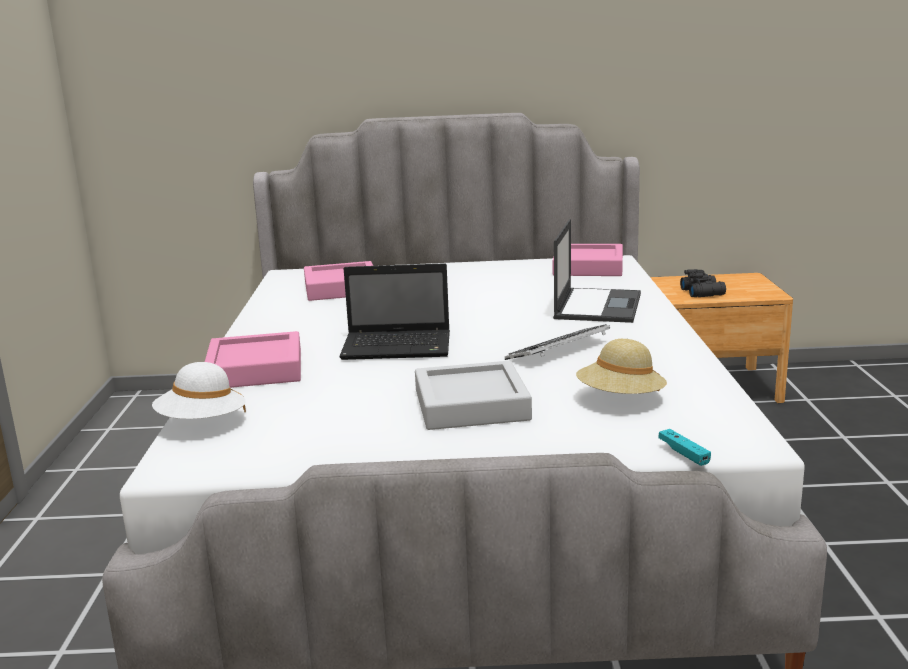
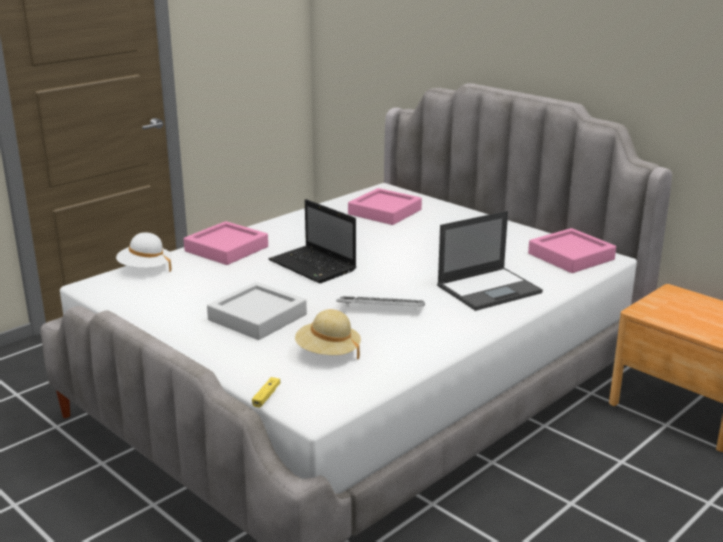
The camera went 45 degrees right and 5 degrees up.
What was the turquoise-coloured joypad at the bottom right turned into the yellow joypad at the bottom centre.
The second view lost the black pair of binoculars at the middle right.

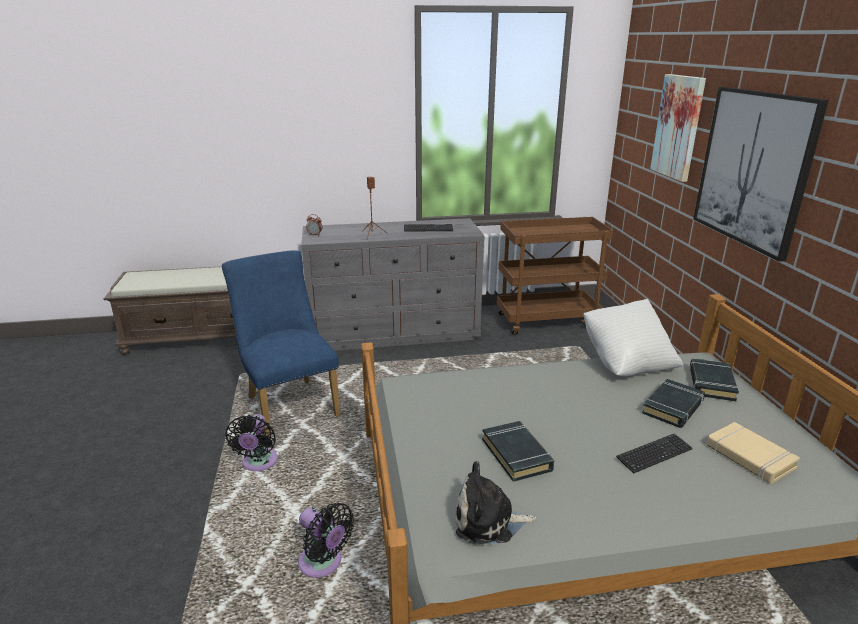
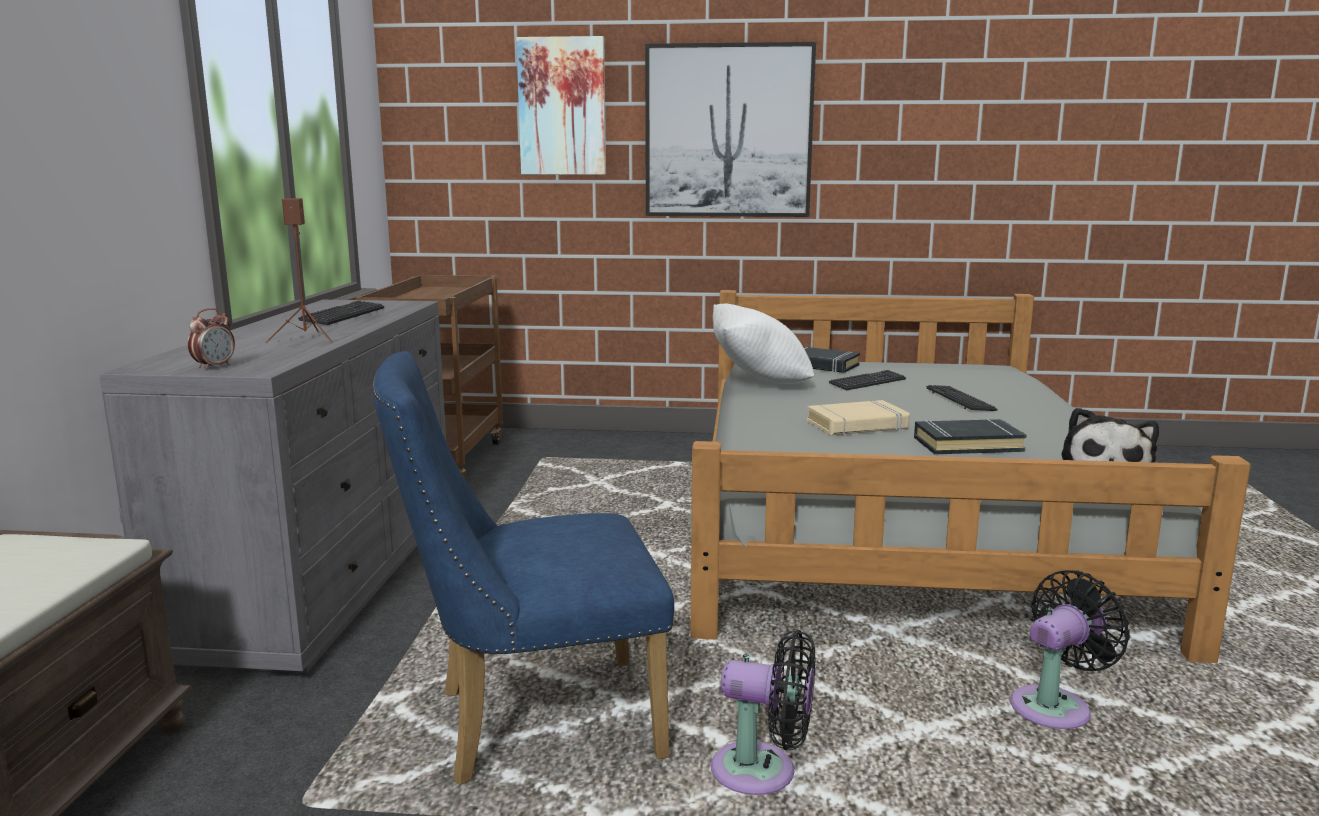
The camera went 75 degrees left and 10 degrees down.
The beige-coloured bound book ended up elsewhere, having gone from the bottom right to the centre.
Where the black bound book (no. 2 from left) stood at the middle right, the computer keyboard (no. 2 from left) came to stand at the centre.

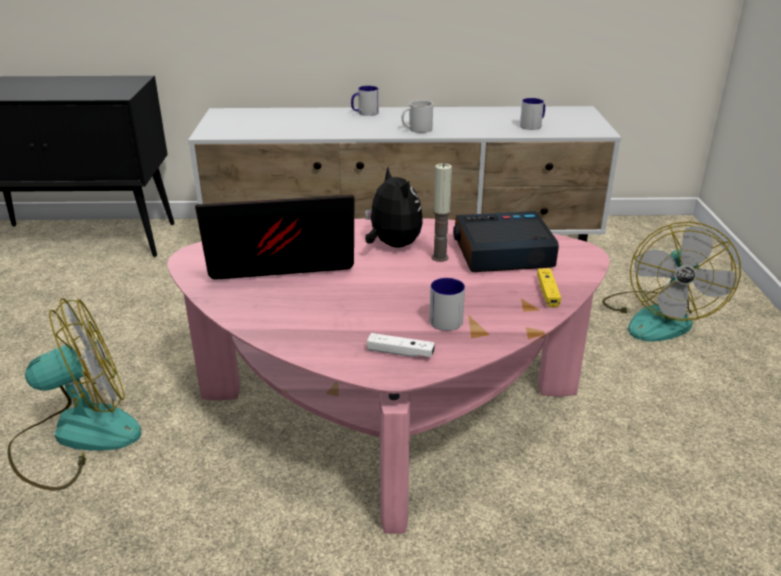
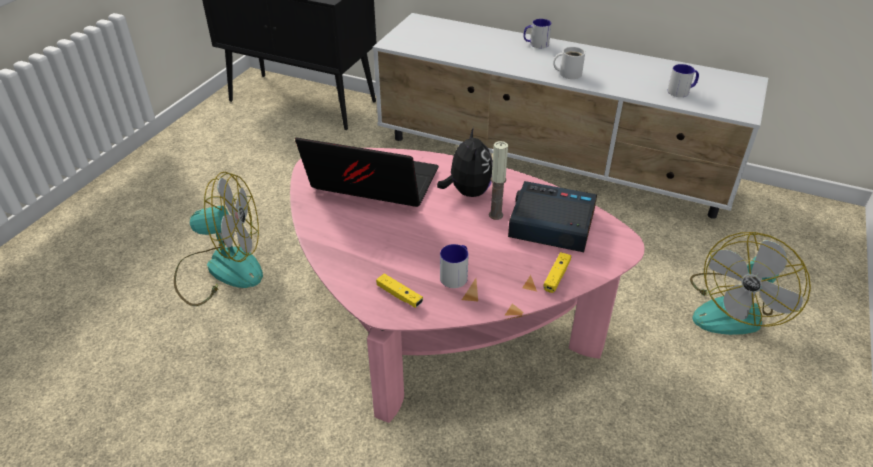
The camera went 25 degrees right and 10 degrees up.
What was the white-coloured joypad at the centre turned into the yellow joypad (no. 1 from left) at the centre.

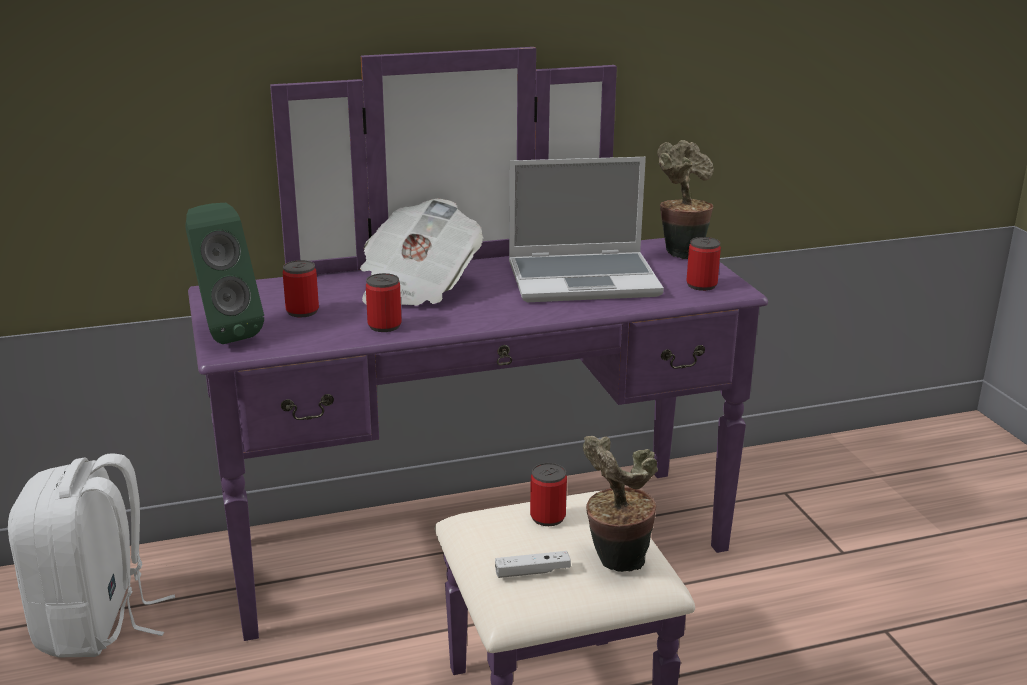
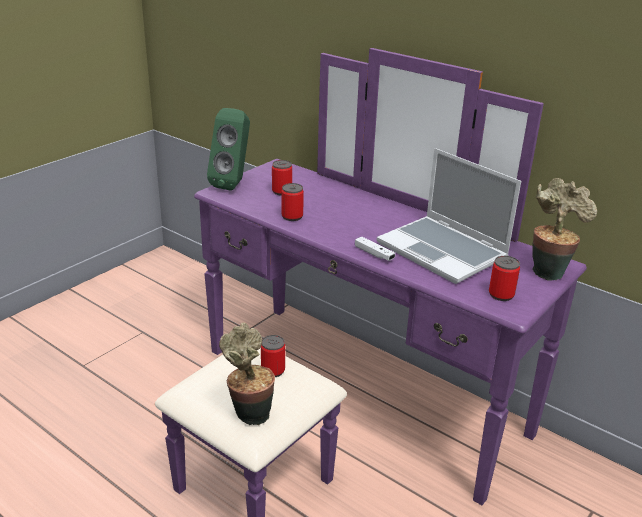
The camera went 55 degrees right and 5 degrees up.
The white-coloured joypad ended up elsewhere, having gone from the bottom centre to the centre.
The second view lost the white-coloured rucksack at the bottom left.
The second view lost the newspaper at the centre.

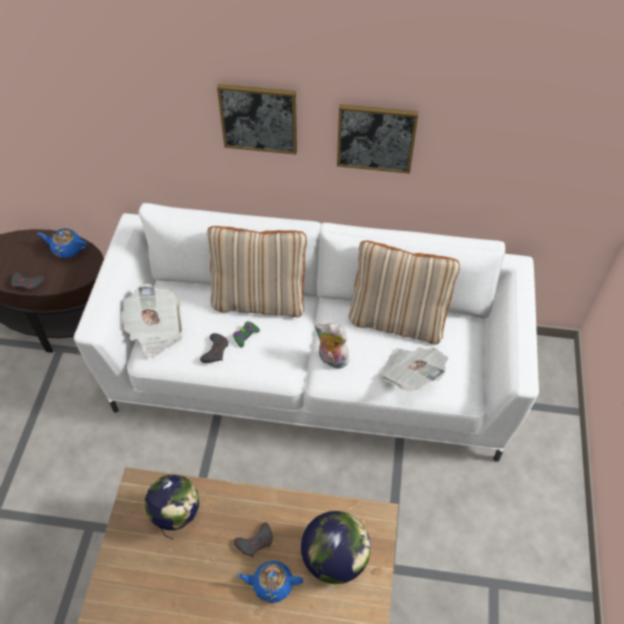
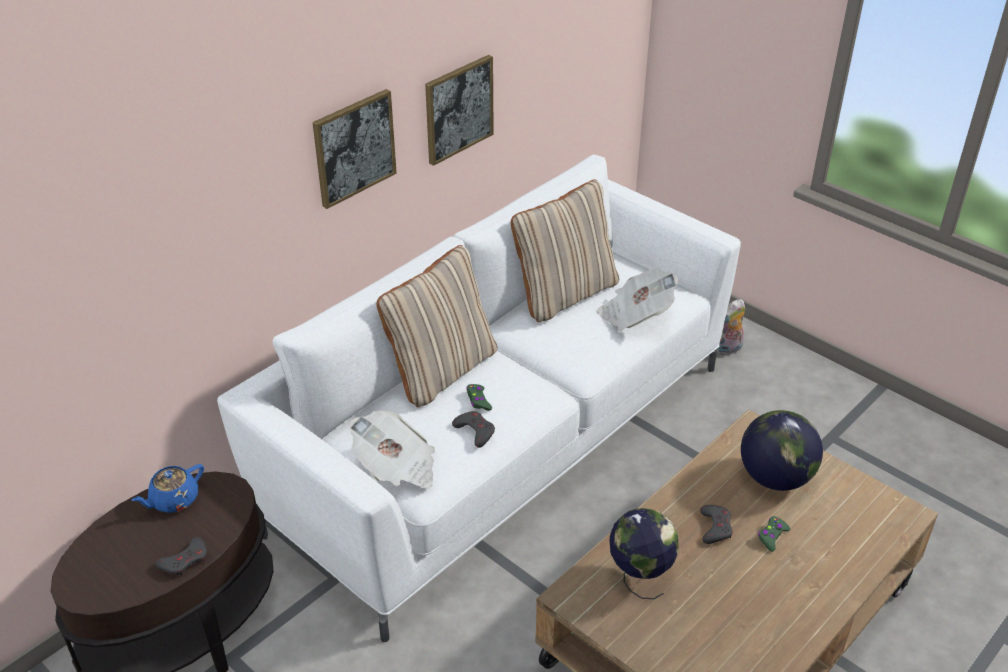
The camera went 55 degrees left and 15 degrees down.
The plush toy ended up elsewhere, having gone from the centre to the middle right.
Where the bluish tea pot (no. 2 from left) stood at the bottom centre, the greenish joypad (no. 2 from left) came to stand at the bottom right.

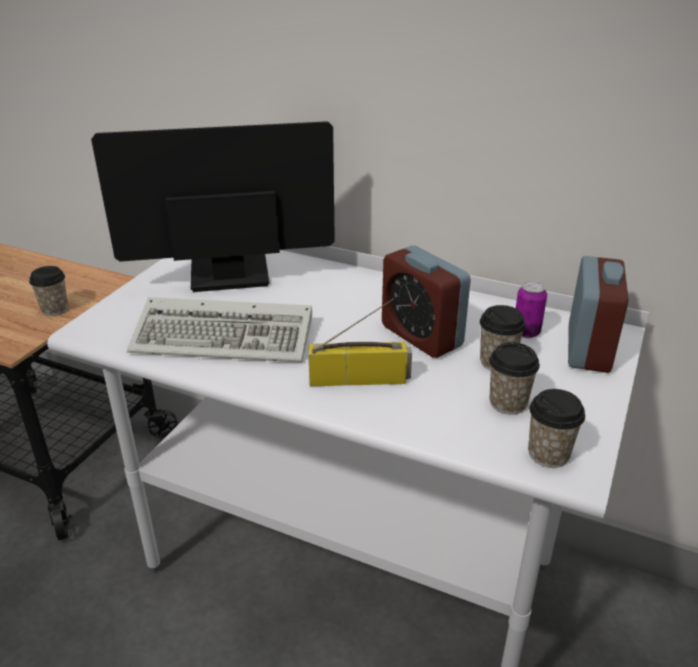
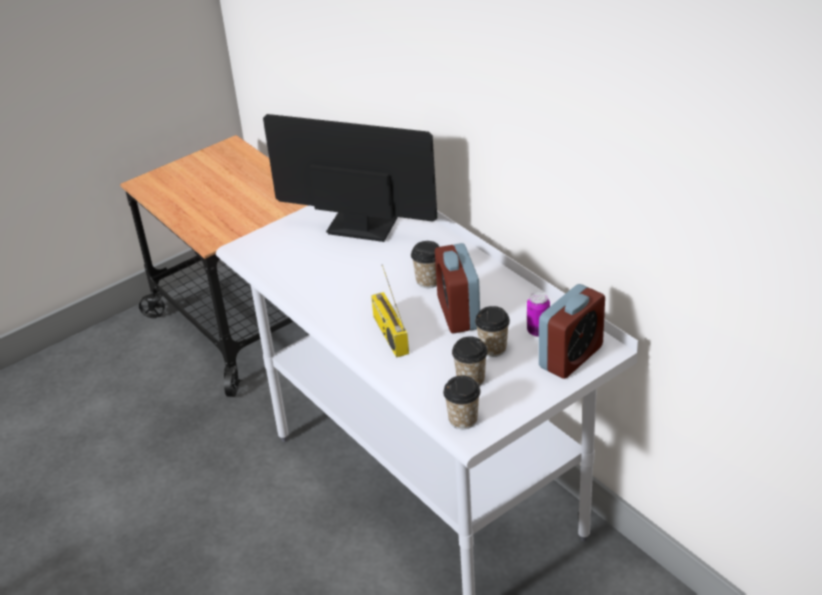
The camera went 30 degrees right and 5 degrees up.
The radio receiver at the centre ended up facing another way, 135 degrees counterclockwise from before.
The cup (no. 1 from left) ended up elsewhere, having gone from the middle left to the centre.
The second view lost the computer keyboard at the middle left.

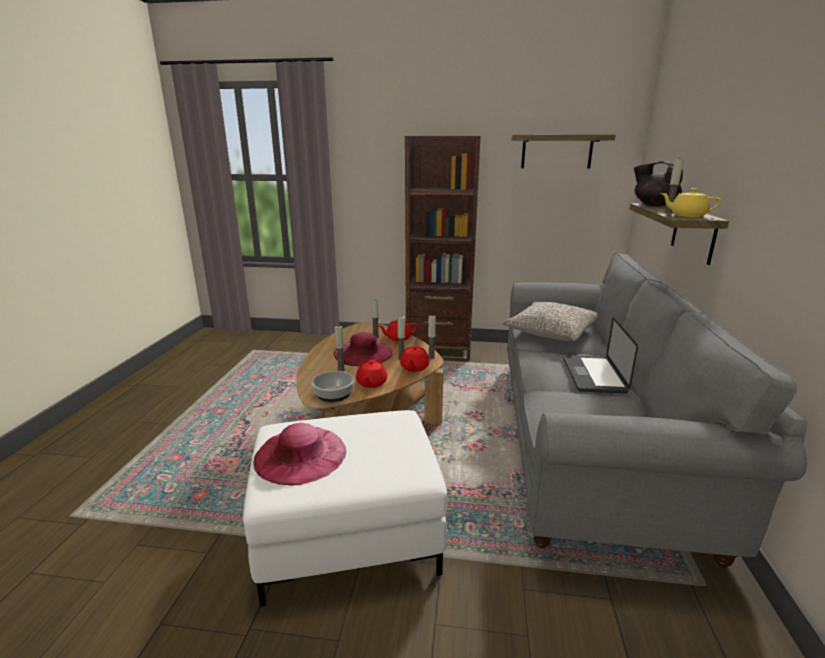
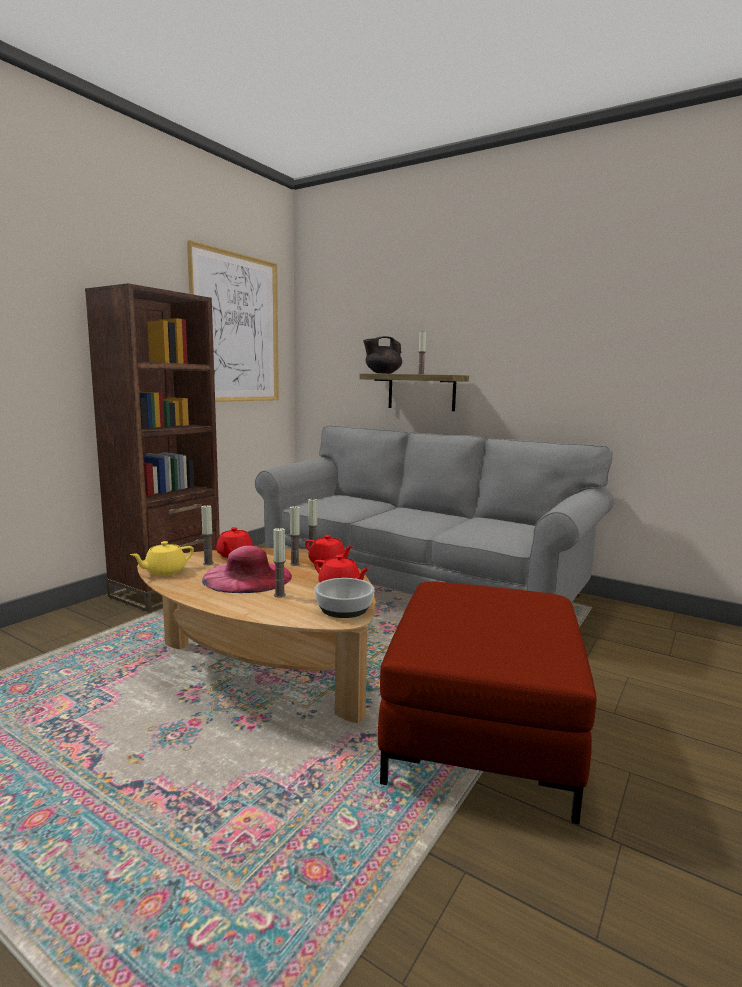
The camera went 65 degrees left and 10 degrees down.
The yellow tea pot ended up elsewhere, having gone from the top right to the middle left.
Where the wall shelf (no. 1 from left) hung at the top right, the wall picture came to hang at the top left.
What was the white-coloured ottoman at the bottom centre turned into the red-coloured ottoman at the bottom centre.
The second view lost the pink hat (no. 1 from left) at the bottom centre.
The second view lost the gray throw pillow at the middle right.
The second view lost the notebook computer at the middle right.

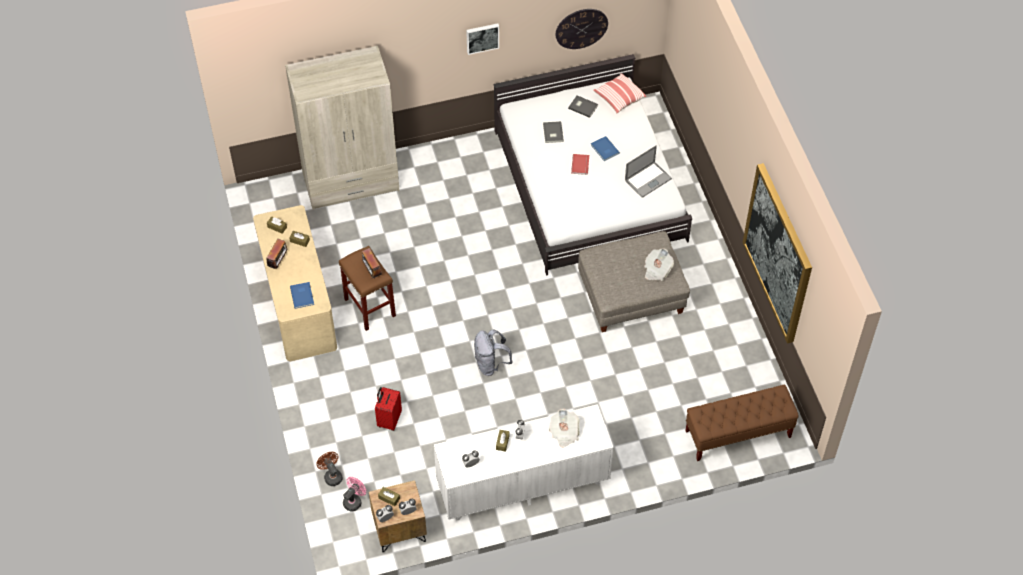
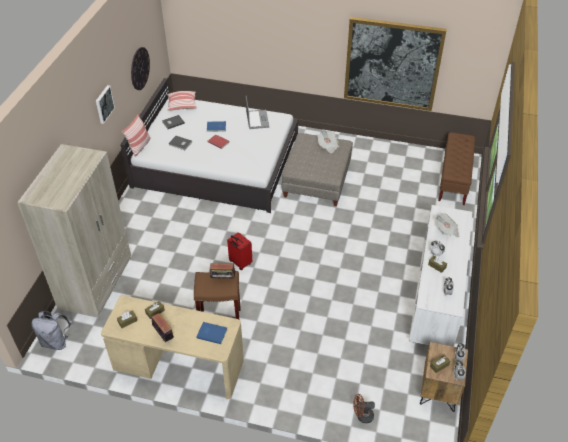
The camera went 60 degrees left and 10 degrees down.
The gray rucksack ended up elsewhere, having gone from the centre to the bottom left.
The second view gained the throw pillow (no. 1 from left) at the top left.
The red-coloured suitcase ended up elsewhere, having gone from the bottom centre to the centre.
The second view lost the pink cooling fan at the bottom centre.

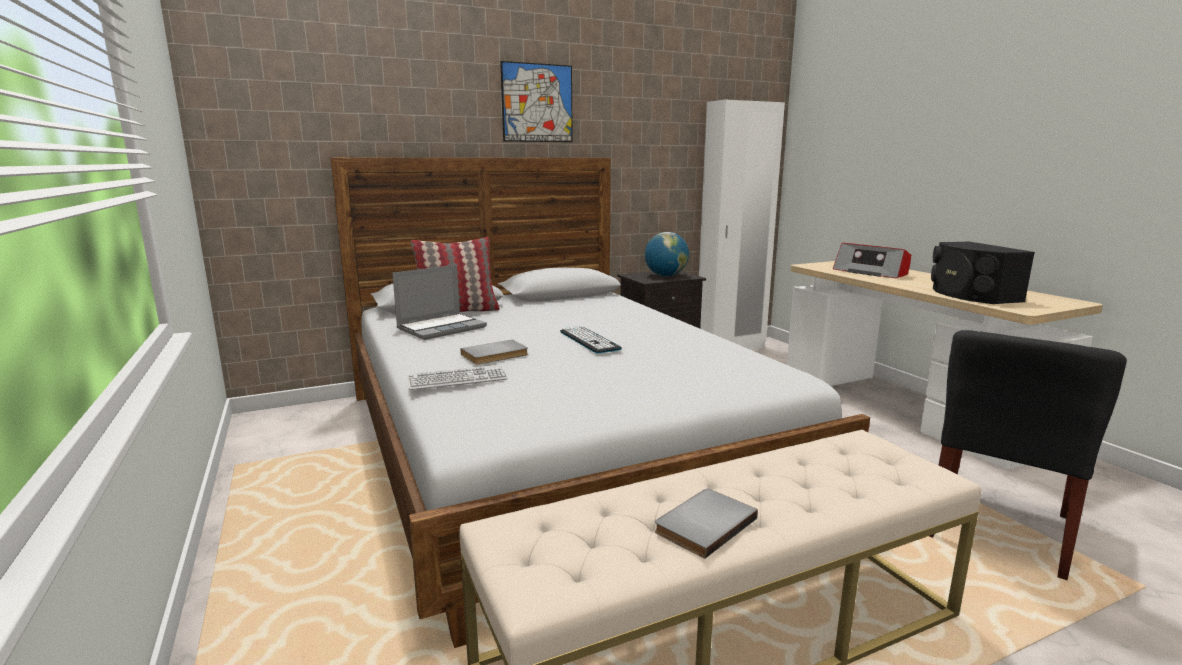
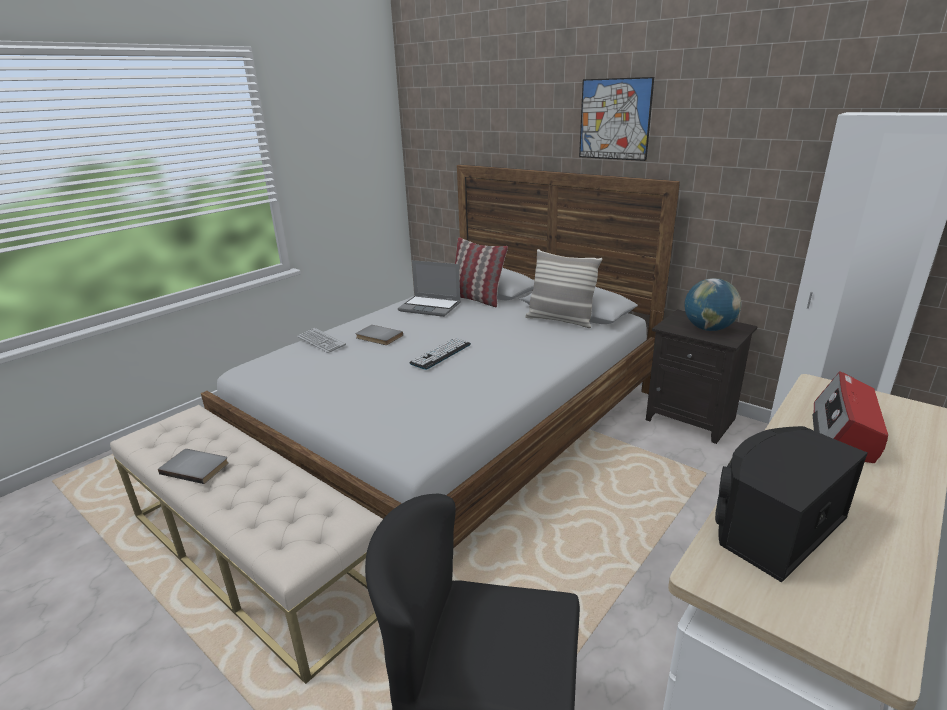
The camera went 65 degrees right and 10 degrees up.
The second view gained the throw pillow (no. 2 from left) at the centre.

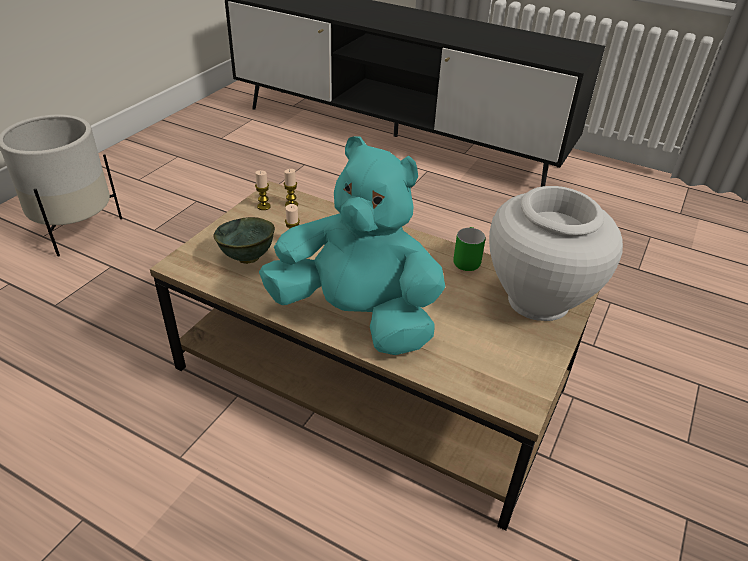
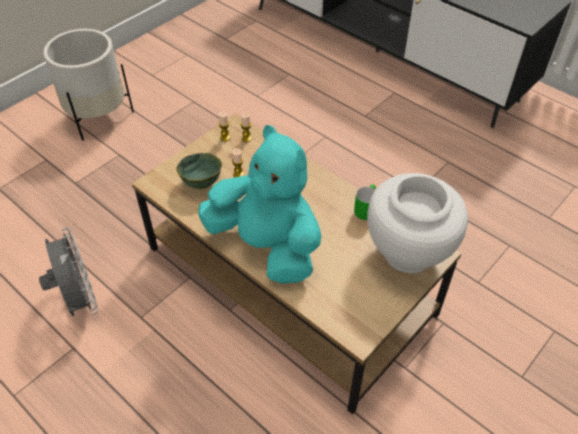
The camera went 15 degrees right and 10 degrees up.
The second view gained the gray cooling fan at the middle left.

